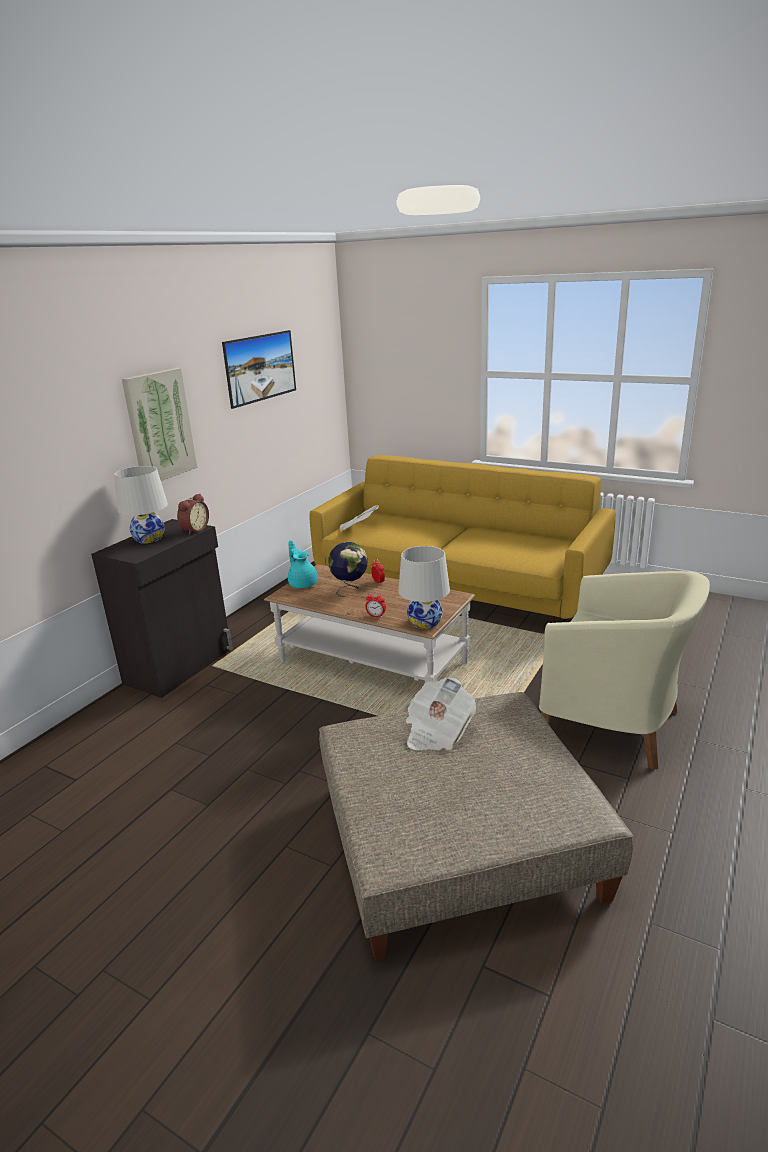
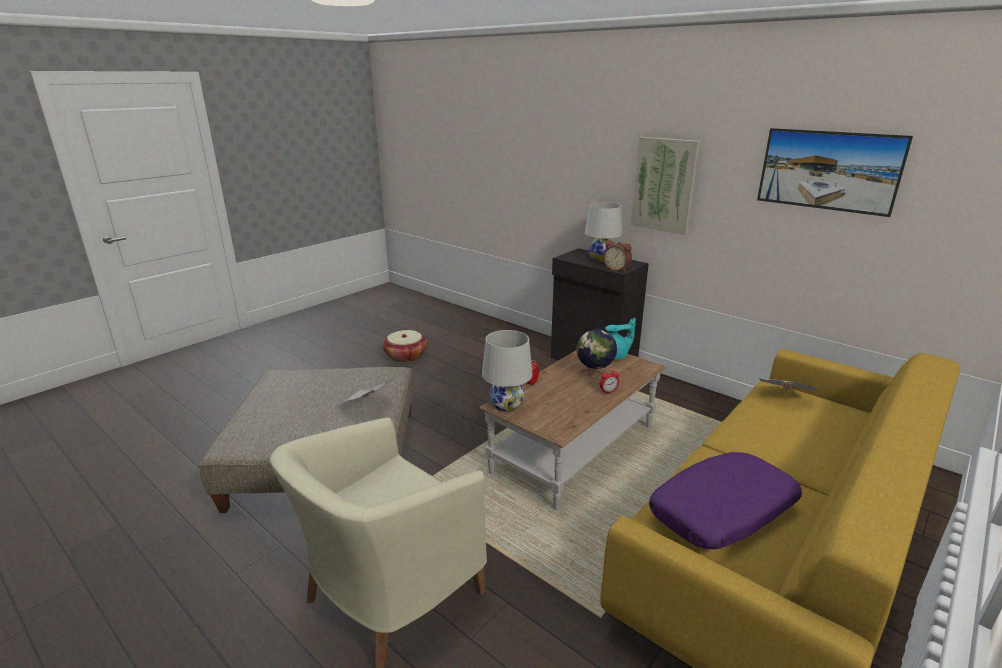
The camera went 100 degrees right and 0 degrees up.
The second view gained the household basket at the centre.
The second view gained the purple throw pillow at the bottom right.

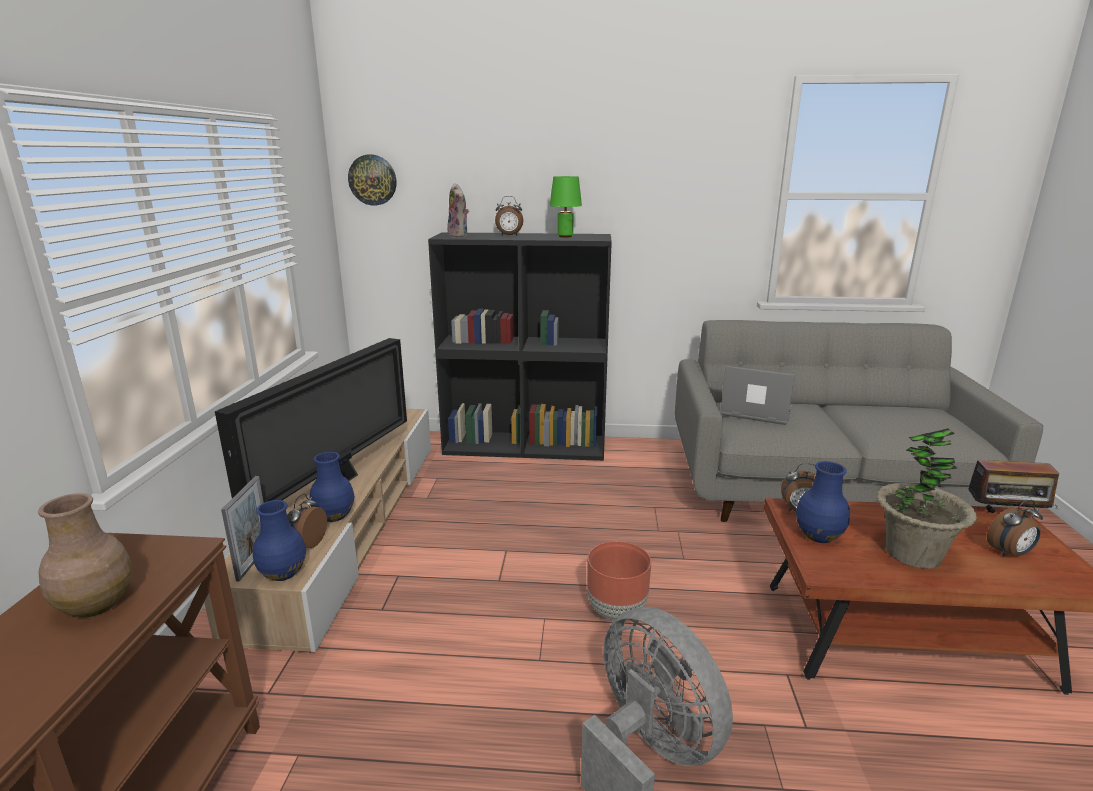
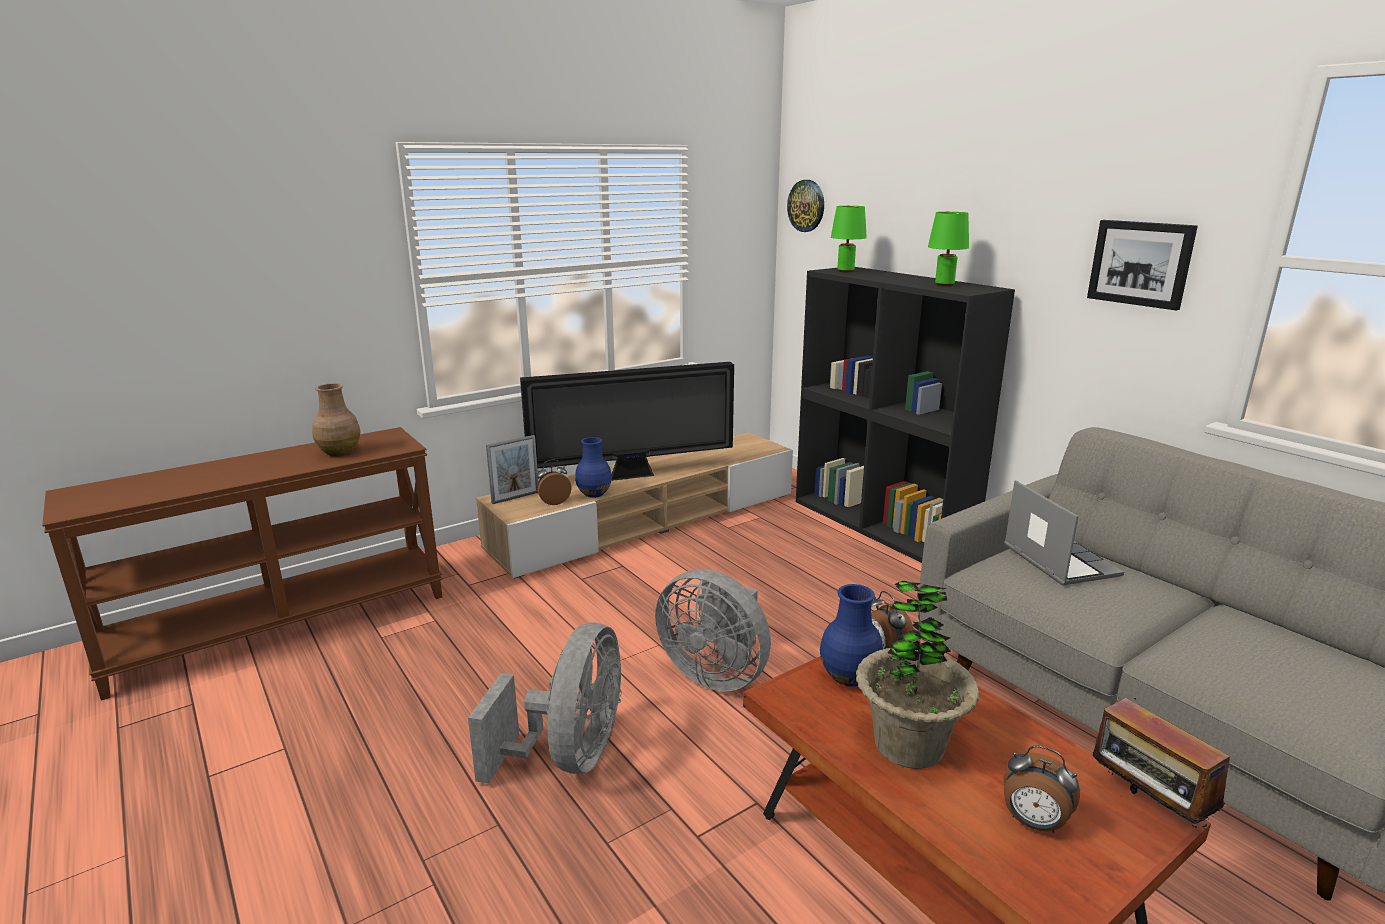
The camera went 50 degrees right and 0 degrees up.
Where the brown plant pot stood at the bottom centre, the gray cooling fan (no. 2 from left) came to stand at the bottom centre.
Where the plush toy stood at the top centre, the greenish tabletop lamp (no. 1 from left) came to stand at the top centre.
The second view gained the wall picture at the top right.
The second view lost the bluish vase (no. 1 from left) at the bottom left.
The second view lost the alarm clock (no. 2 from left) at the top centre.

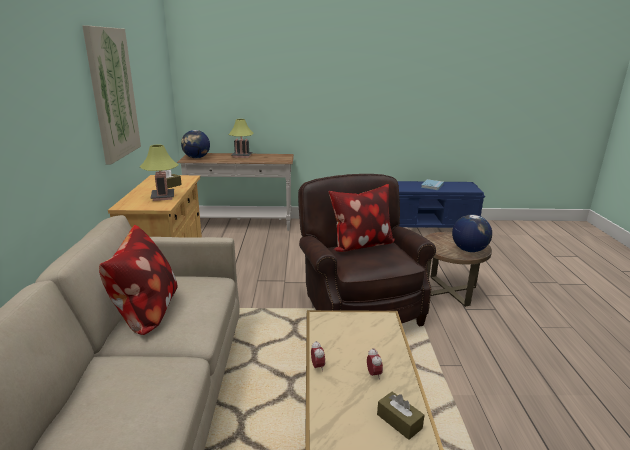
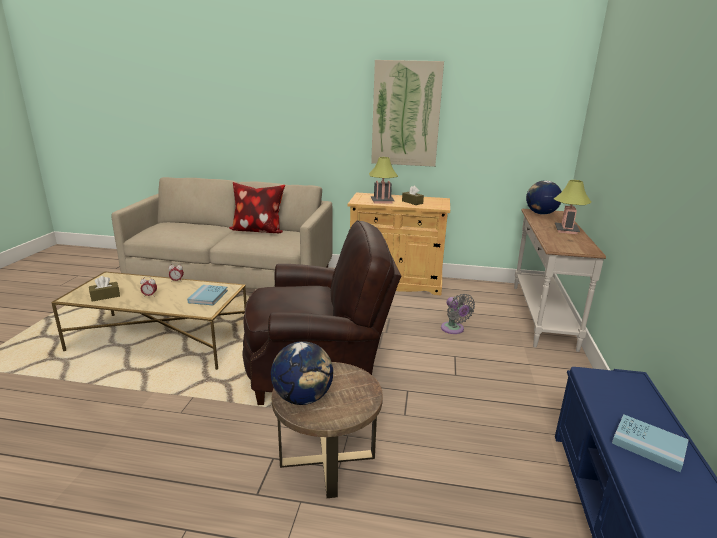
The camera went 100 degrees right and 0 degrees up.
The second view gained the bluish bound book (no. 1 from left) at the middle left.
The second view gained the gray cooling fan at the centre.
The second view lost the throw pillow (no. 2 from left) at the centre.

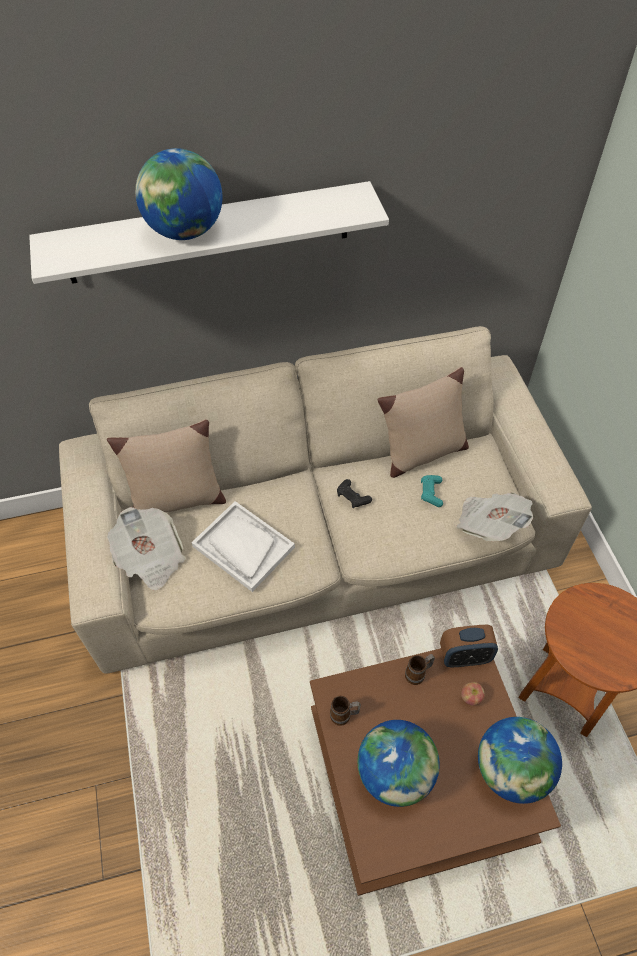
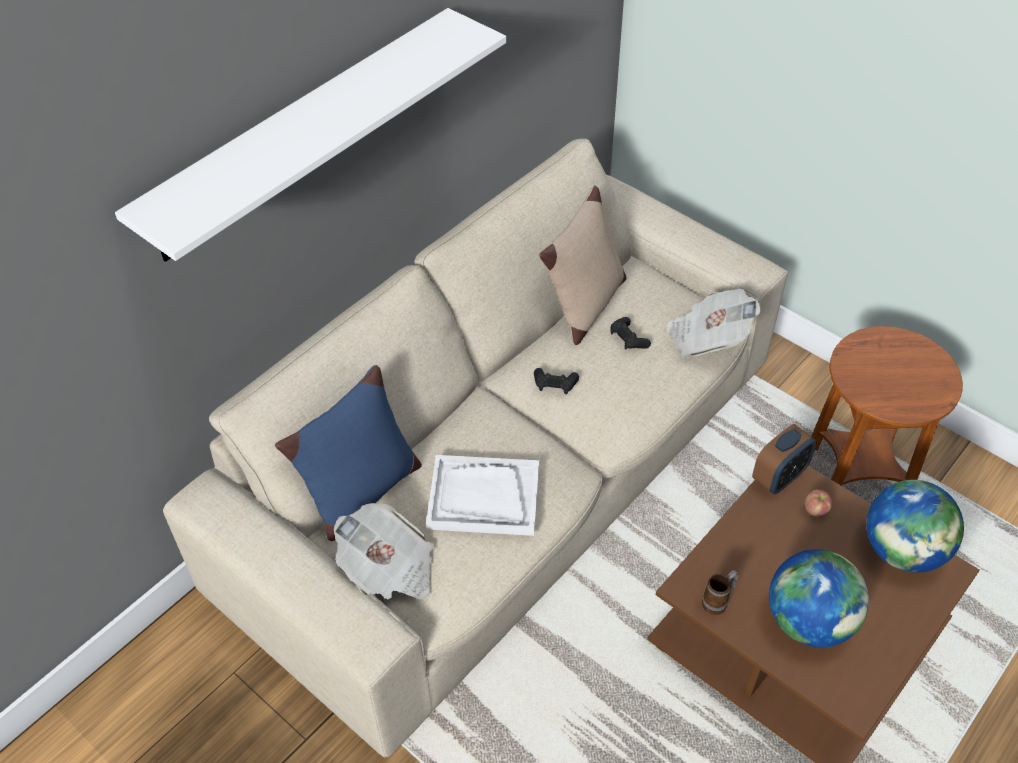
The camera went 35 degrees left and 5 degrees down.
What was the beige-coloured throw pillow (no. 1 from left) at the middle left turned into the bluish throw pillow at the centre.
What was the turquoise-coloured joypad at the middle right turned into the black joypad (no. 2 from left) at the centre.
The second view lost the globe (no. 1 from left) at the top left.
The second view lost the mug (no. 2 from left) at the bottom centre.

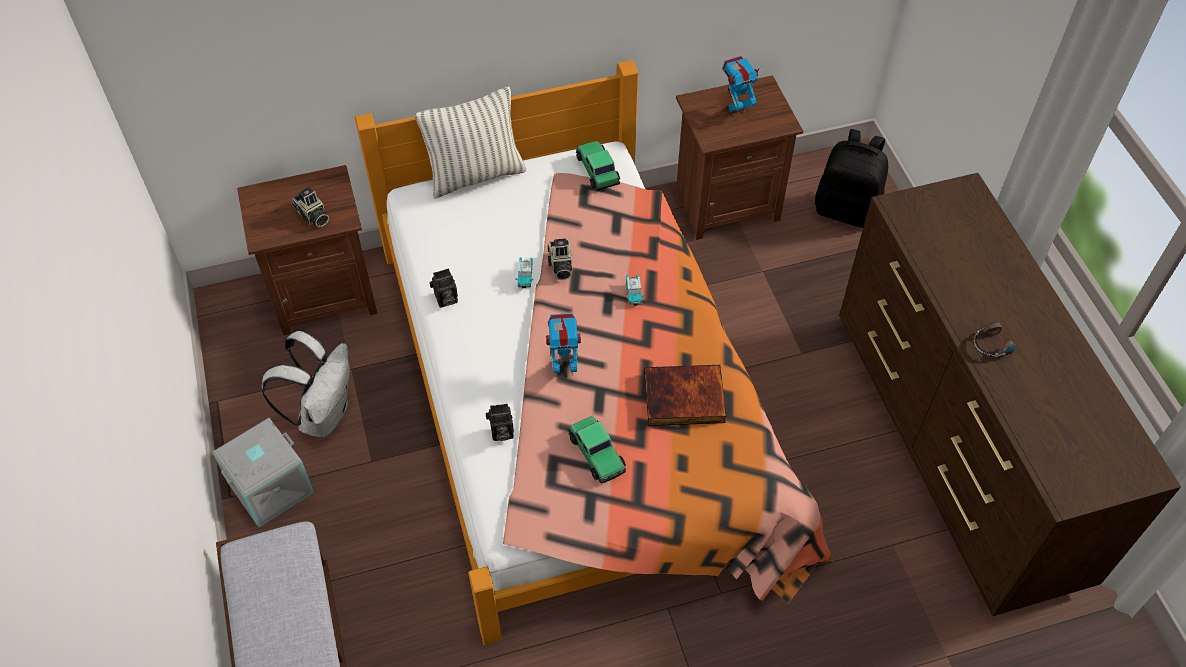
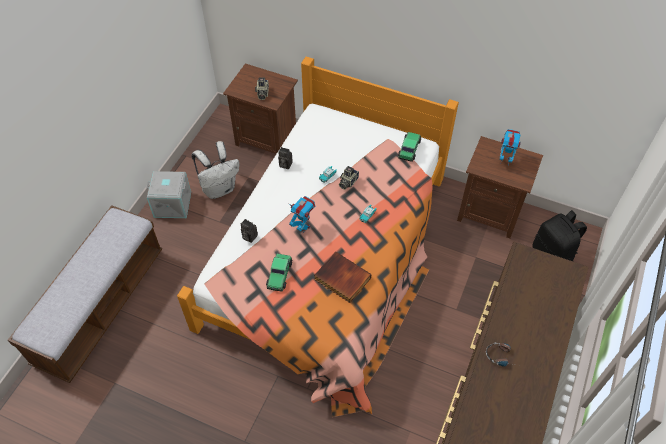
The camera went 40 degrees right and 0 degrees up.
The second view lost the throw pillow at the top centre.

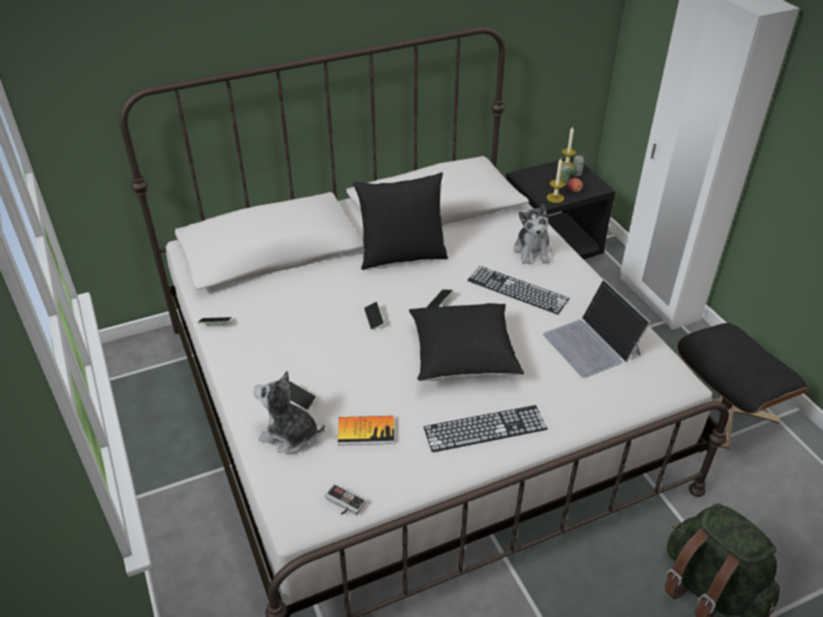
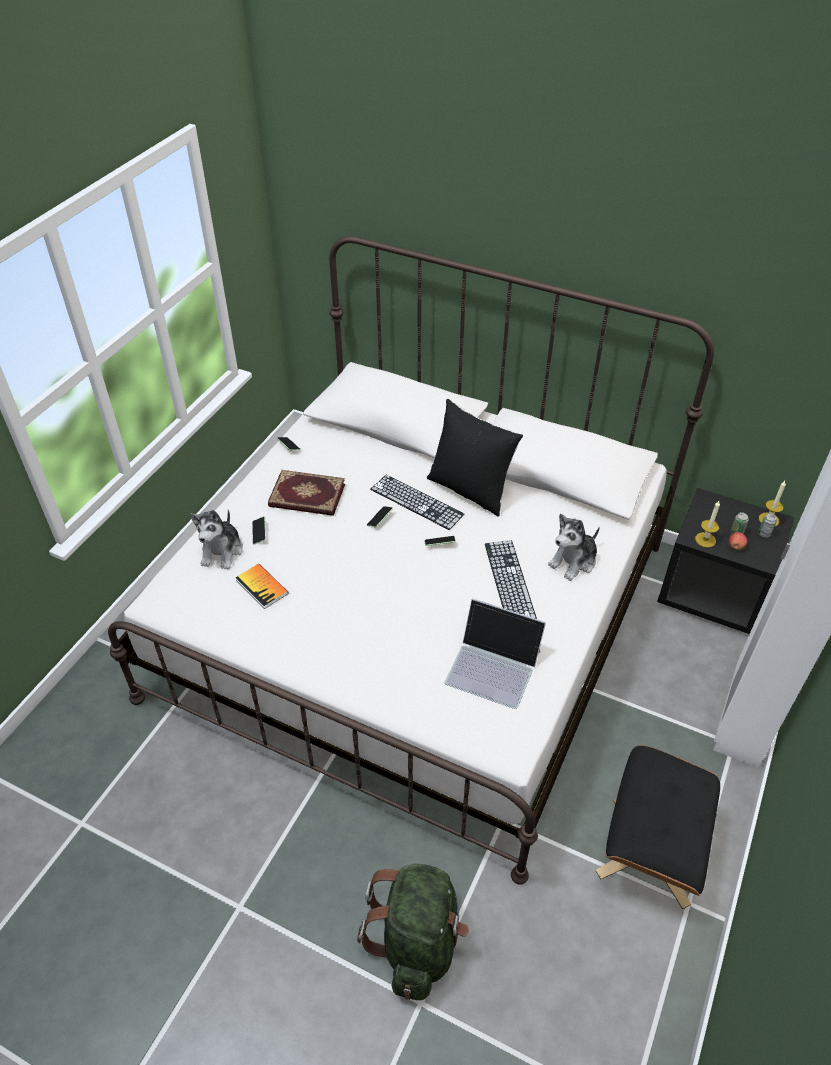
The camera went 50 degrees right and 5 degrees up.
The plush toy (no. 1 from left) at the bottom centre ended up facing another way, 150 degrees counterclockwise from before.
The second view gained the bound book (no. 2 from left) at the centre.
The computer keyboard (no. 1 from left) ended up elsewhere, having gone from the bottom centre to the centre.
The notebook computer at the middle right ended up facing another way, 90 degrees counterclockwise from before.
The second view lost the joypad at the bottom centre.
The second view lost the black throw pillow (no. 2 from left) at the centre.

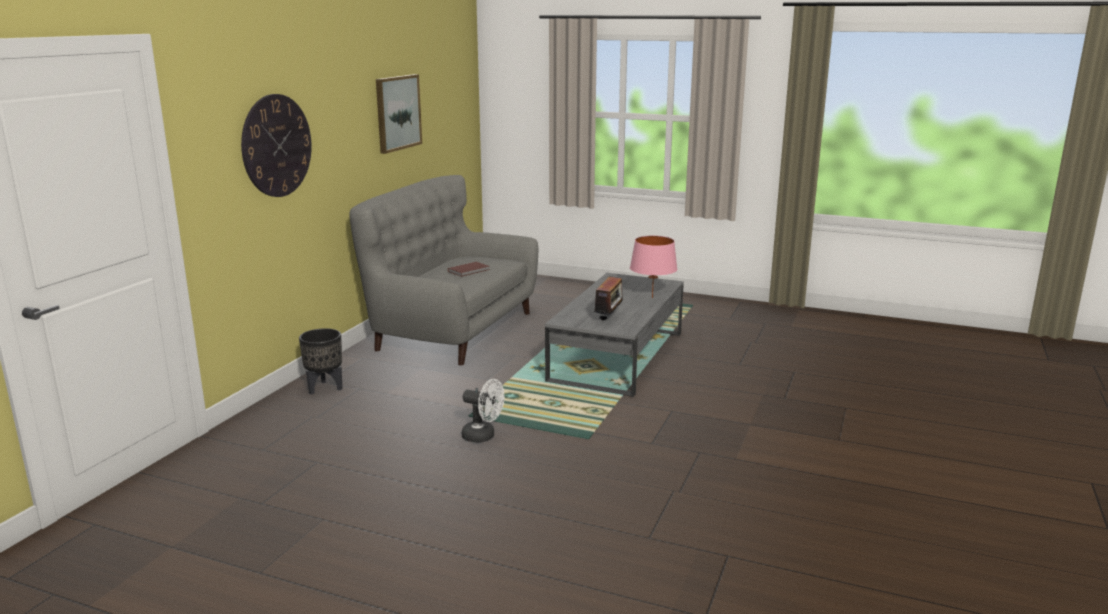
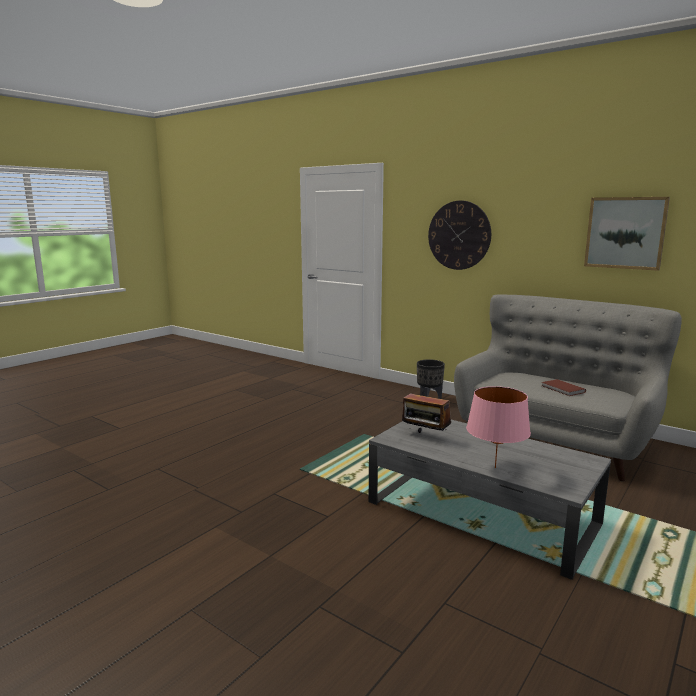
The camera went 105 degrees right and 5 degrees down.
The second view lost the white-coloured cooling fan at the bottom centre.

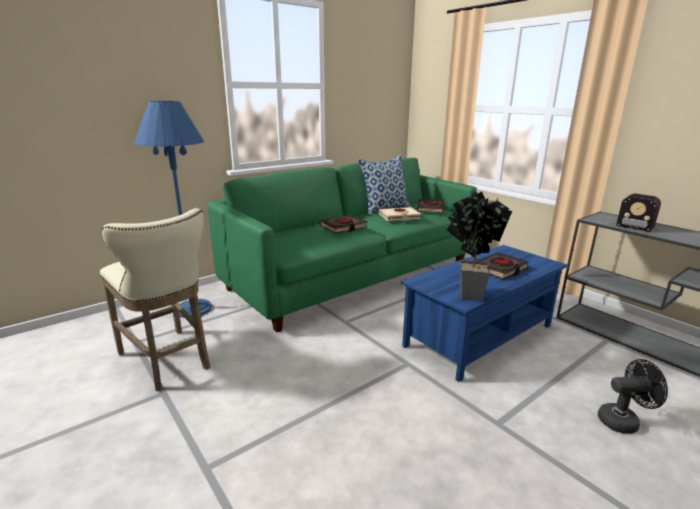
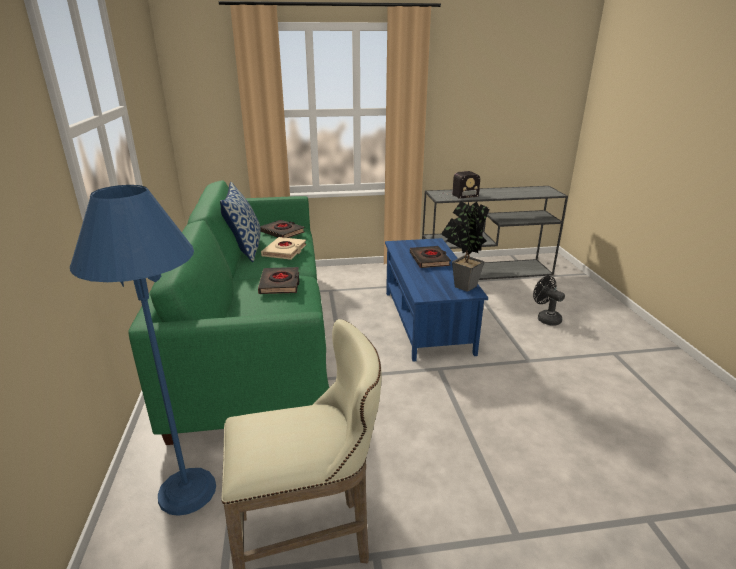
The camera went 60 degrees left and 5 degrees up.
The black cooling fan at the bottom right ended up facing another way, 60 degrees counterclockwise from before.

